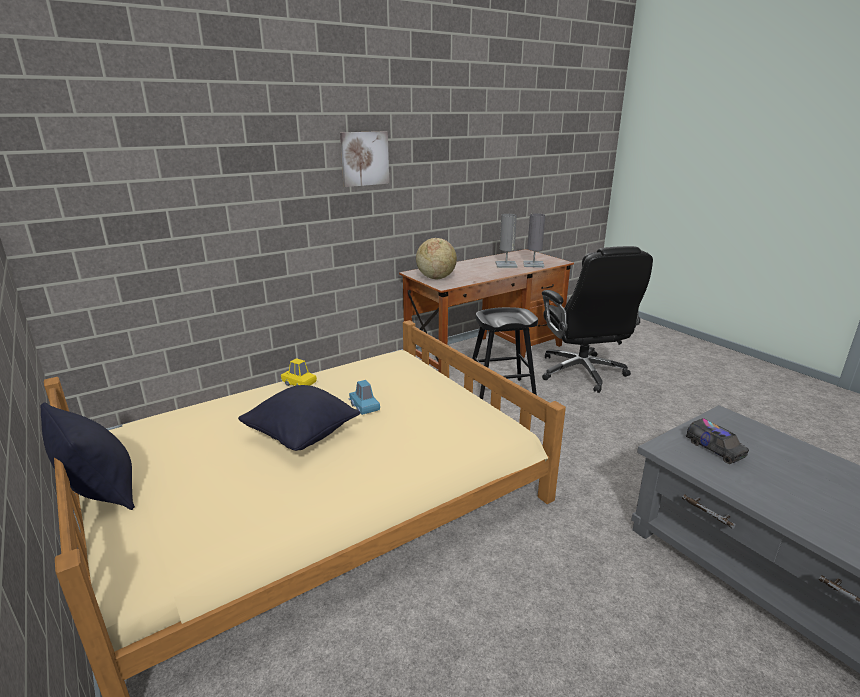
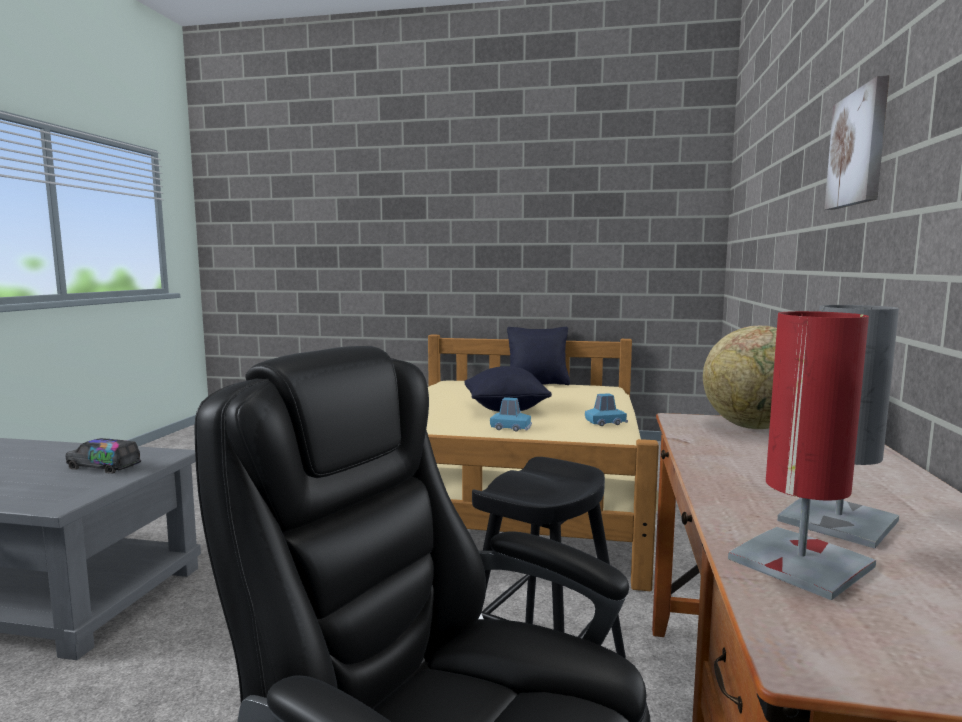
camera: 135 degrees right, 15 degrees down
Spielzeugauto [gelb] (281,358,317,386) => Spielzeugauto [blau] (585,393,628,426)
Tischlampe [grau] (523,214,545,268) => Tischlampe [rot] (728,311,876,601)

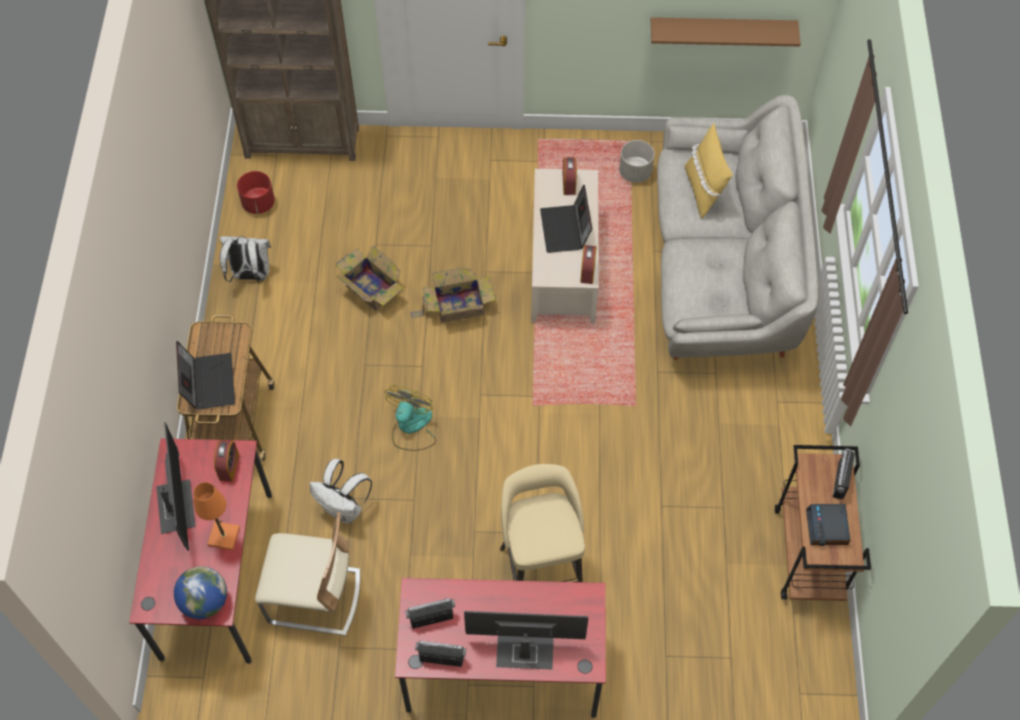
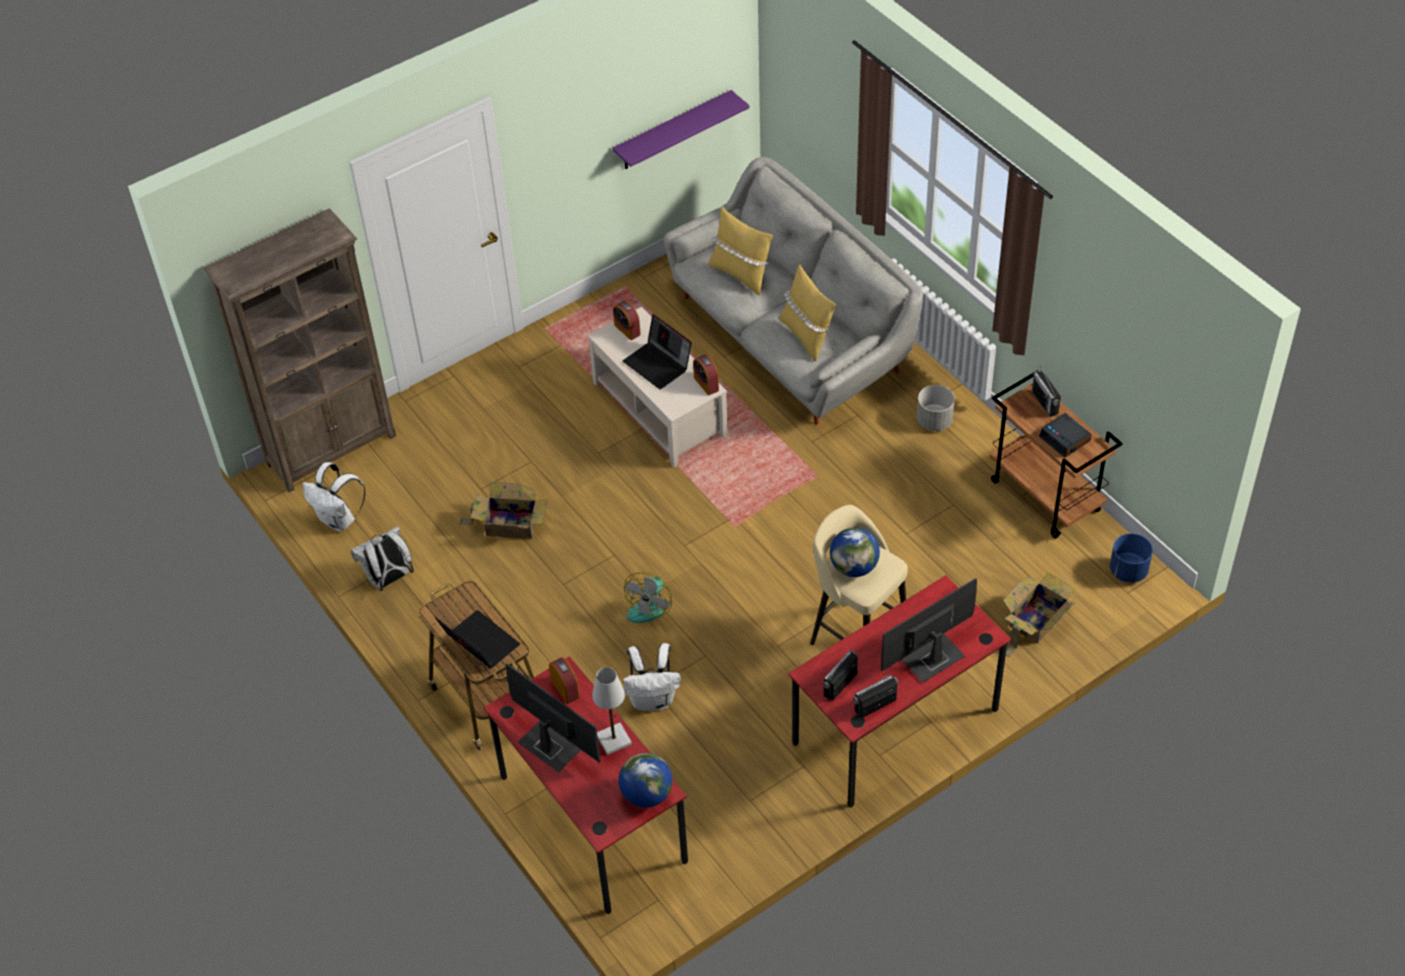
camera: 35 degrees left, 10 degrees down
Stuhl [beige] (255,512,360,636) => nothing
nothing => Kissen [gelb] (779,264,836,361)
nothing => Globus (830,527,880,577)
nothing => Pflanzkübel [blau] (1110,533,1153,583)
Karton (410,268,495,323) => Karton (1003,573,1075,657), move
Pflanzkübel [grau] (619,140,654,183) => Pflanzkübel [grau] (917,385,955,431), move
Pflanzkübel [rot] (237,171,275,214) => Rucksack [weiß] (303,462,365,532)
Tischlampe [orange] (194,482,240,550) => Tischlampe [weiß] (592,667,632,755)
Wandregal [braun] (651,17,801,46) => Wandregal [lila] (613,90,750,169)
Ventilator (385,385,436,451) => Ventilator (624,572,672,623), 135 degrees counterclockwise

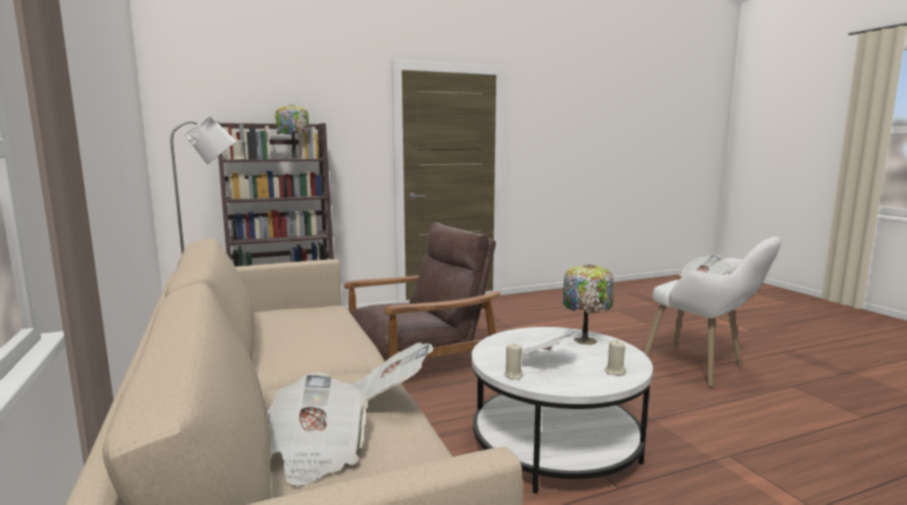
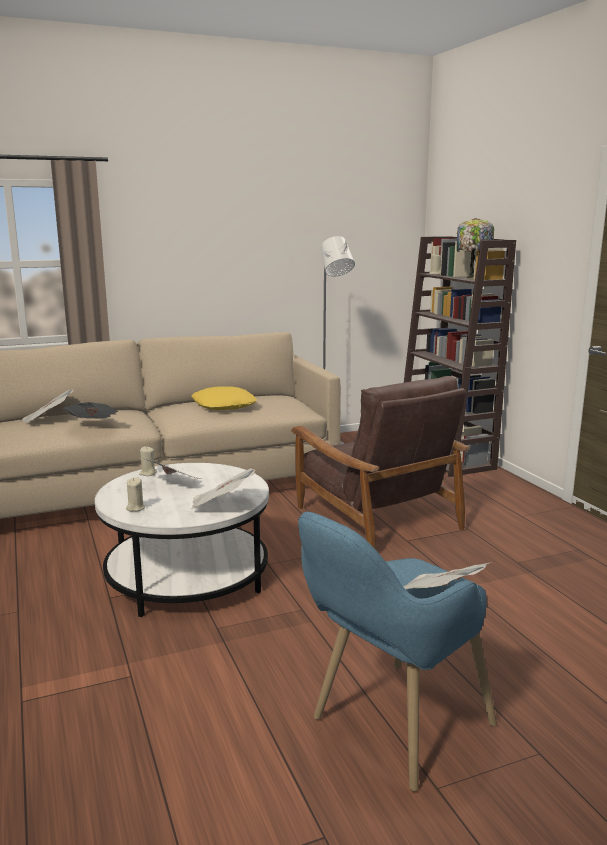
camera: 90 degrees right, 5 degrees up
nothing => Kissen [gelb] (192,386,257,410)
Tischlampe (563,264,613,345) => Zeitung (191,468,255,509)
Sessel [weiß] (644,237,781,388) => Sessel [blau] (298,512,497,792)

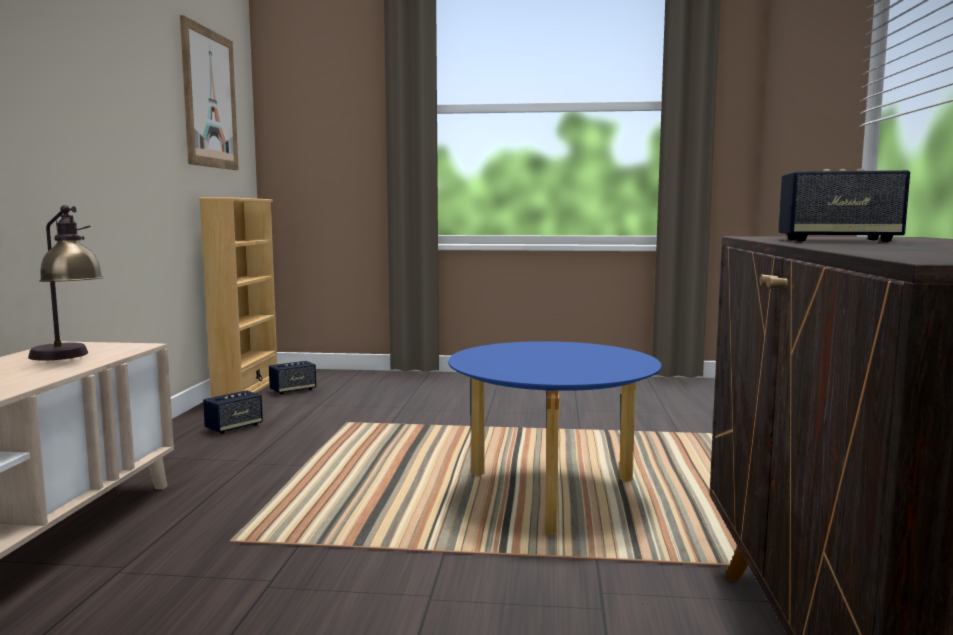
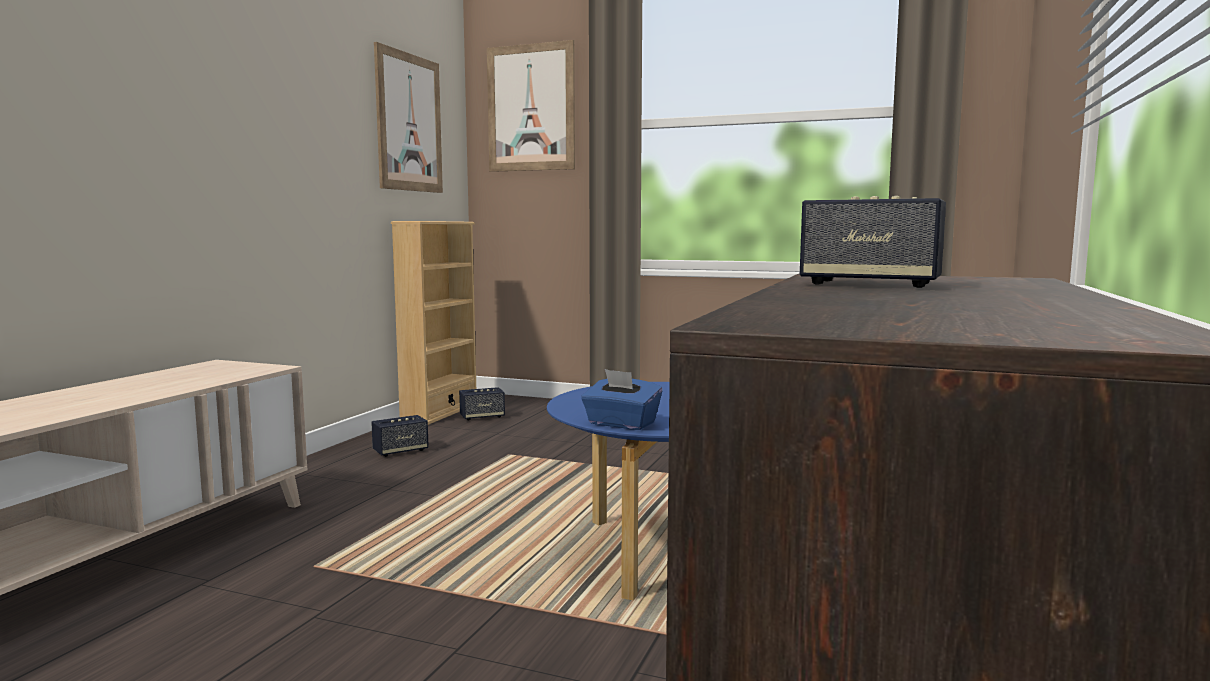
camera: 15 degrees right, 0 degrees up
Tischlampe (28,205,103,361) => nothing
nothing => Bild (487,40,575,172)
nothing => Taschentuchbox [blau] (581,369,662,430)

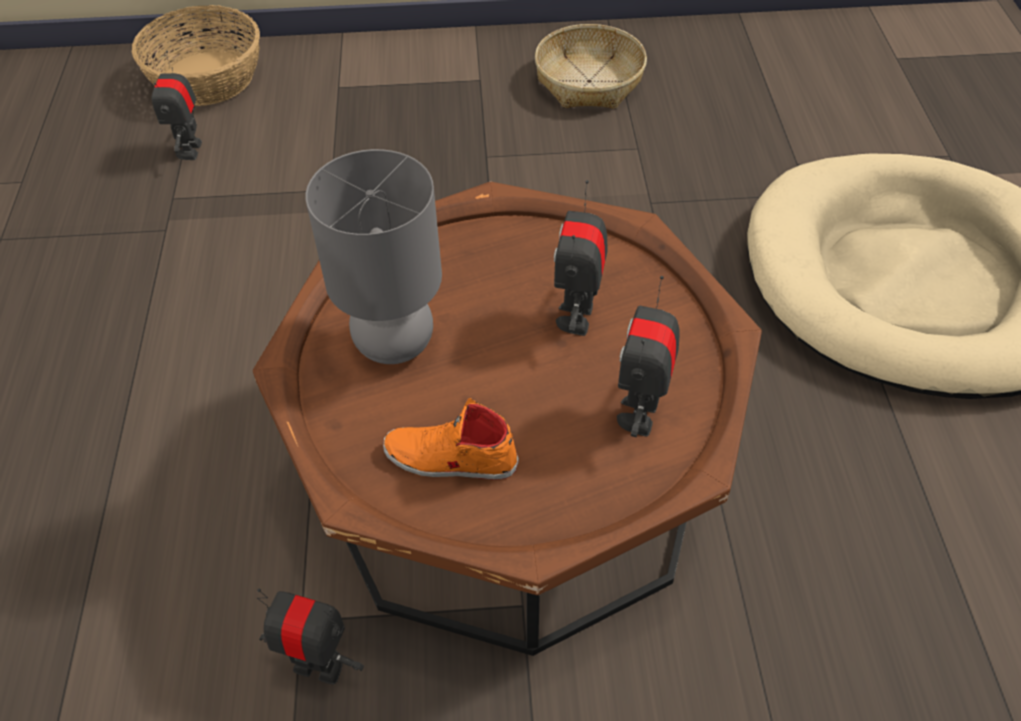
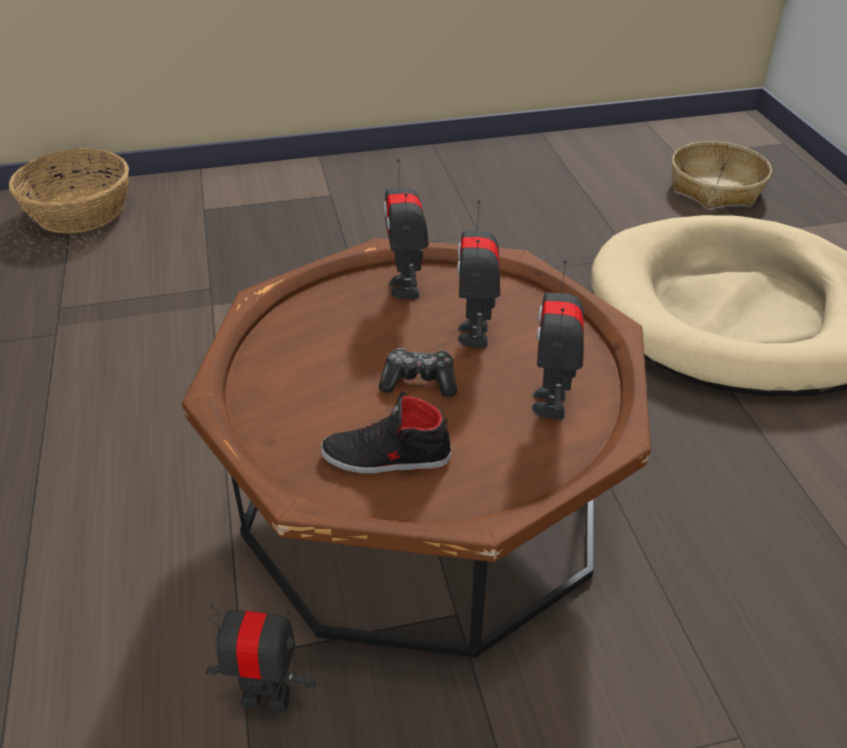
camera: 10 degrees left, 10 degrees down
Tischlampe [grau] (305,149,442,364) => nothing
nothing => Gamepad (379,348,457,397)
Spielzeugroboter (151,51,202,160) => Spielzeugroboter (383,159,429,299), move
Korb (535,24,647,109) => Korb (672,141,772,208), move
Schuh [orange] (383,398,519,480) => Schuh [schwarz] (321,391,452,474)

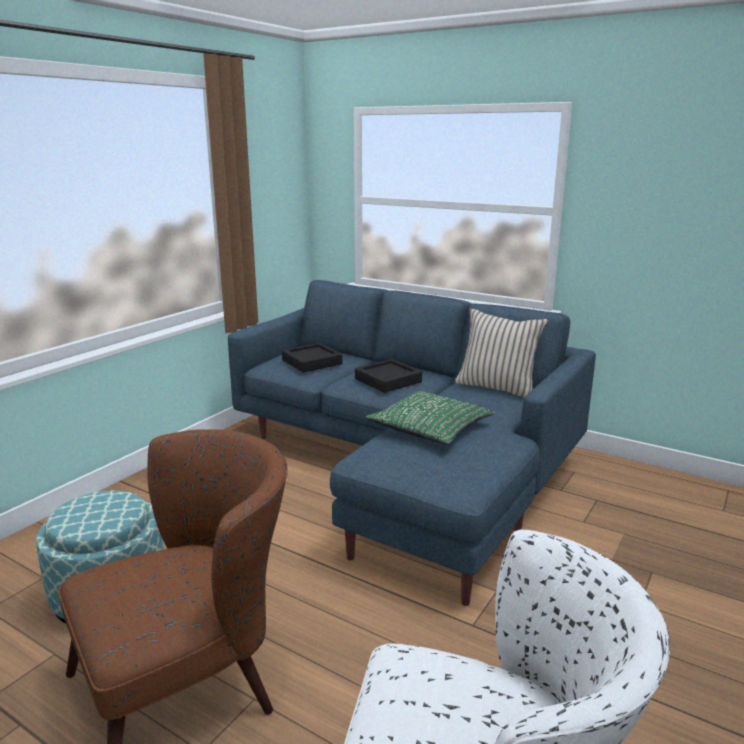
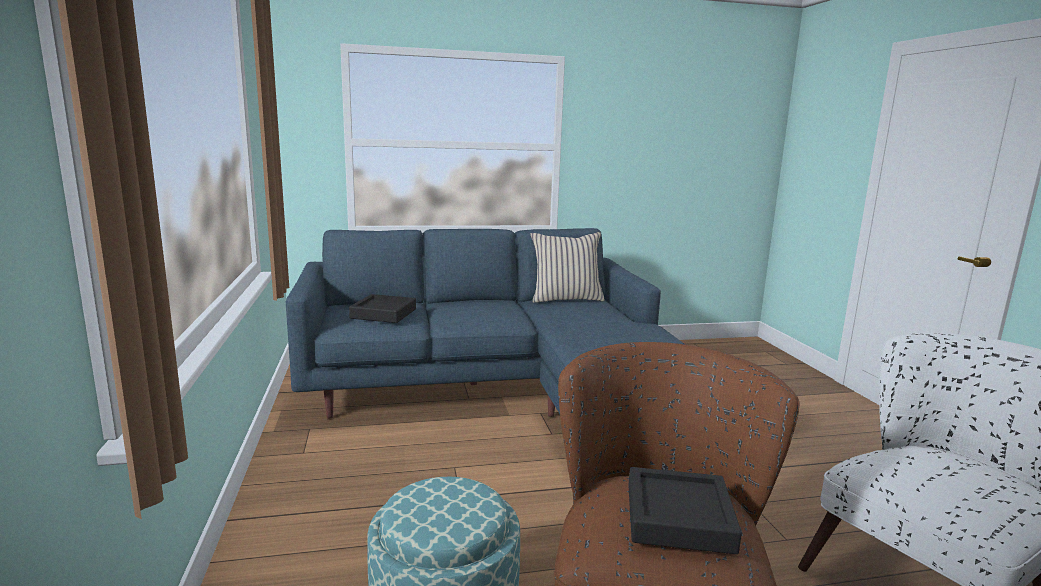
camera: 45 degrees left, 5 degrees down
Kissen [grün] (366,391,495,444) => nothing
Tablett [schwarz] (355,359,422,393) => Tablett [schwarz] (628,467,742,554), move

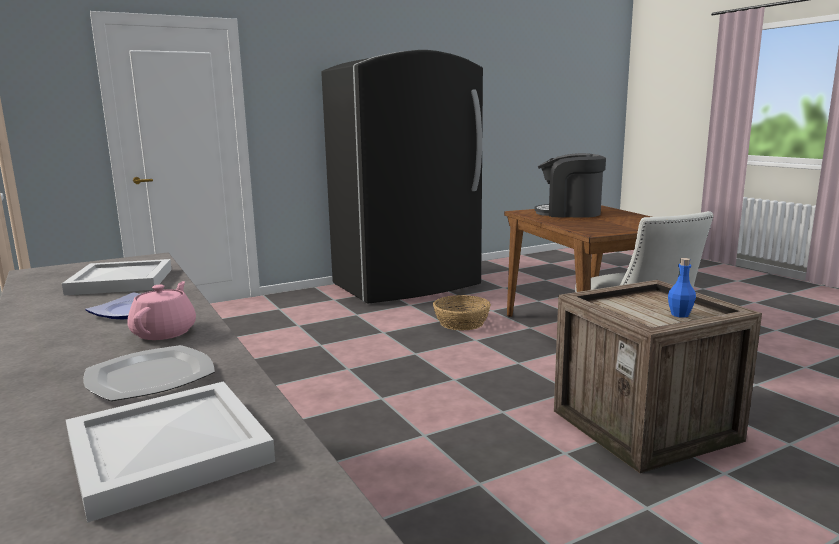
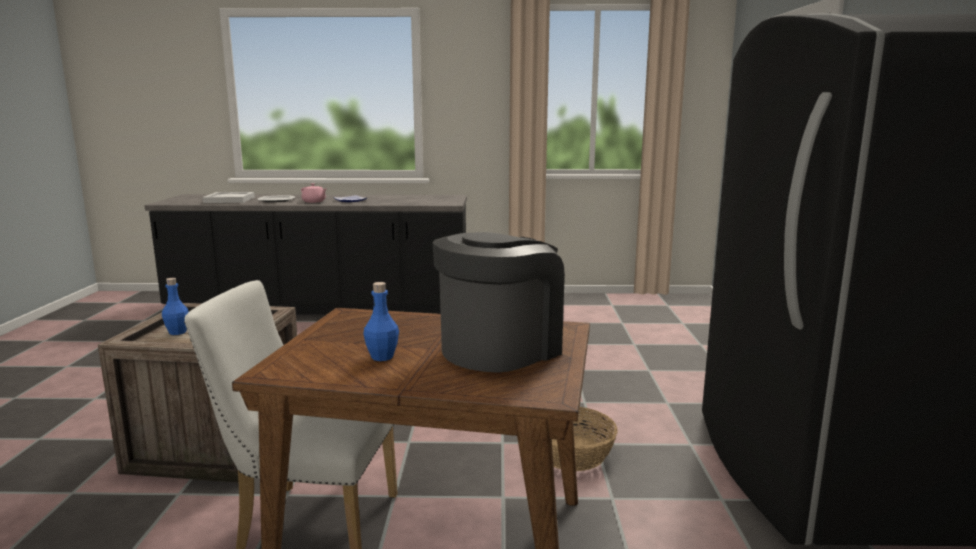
camera: 120 degrees right, 0 degrees up
Tablett [weiß] (62,259,172,295) => nothing
nothing => Flasche [blau] (363,282,399,361)

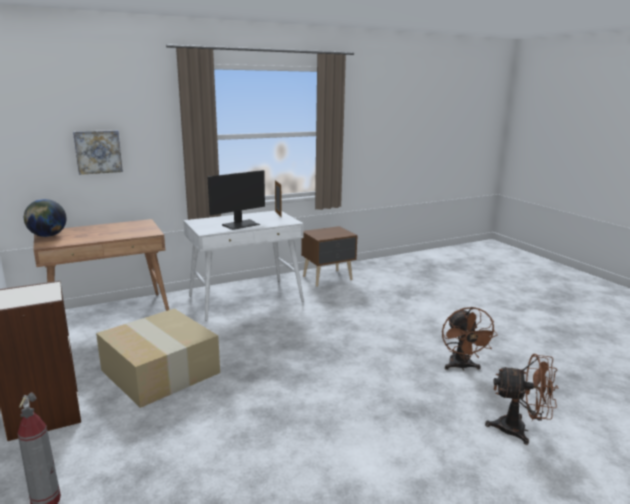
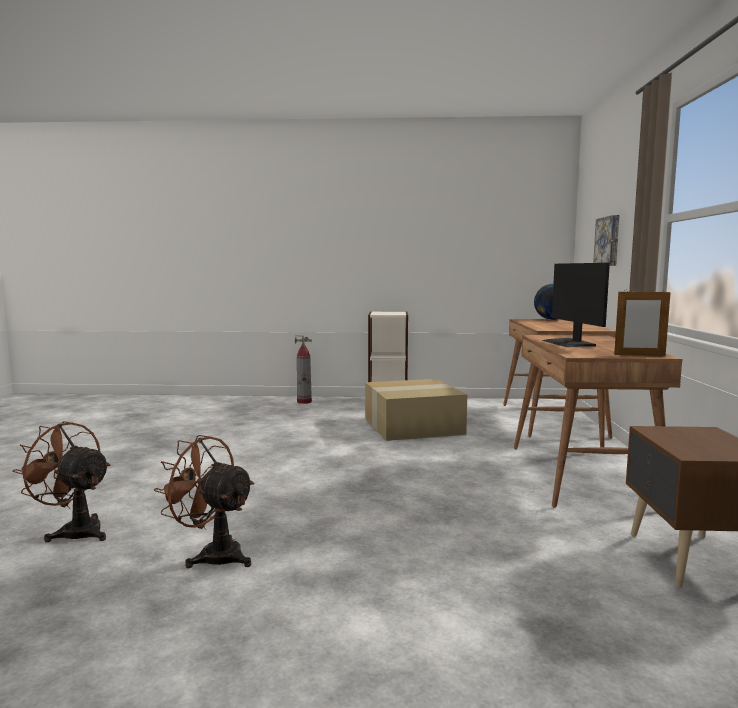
camera: 120 degrees right, 10 degrees down
Schreibtisch [weiß] (183,211,304,321) => Schreibtisch [braun] (514,335,682,508)
Ventilator [braun] (485,354,559,445) => Ventilator [braun] (12,421,110,542), 75 degrees clockwise

